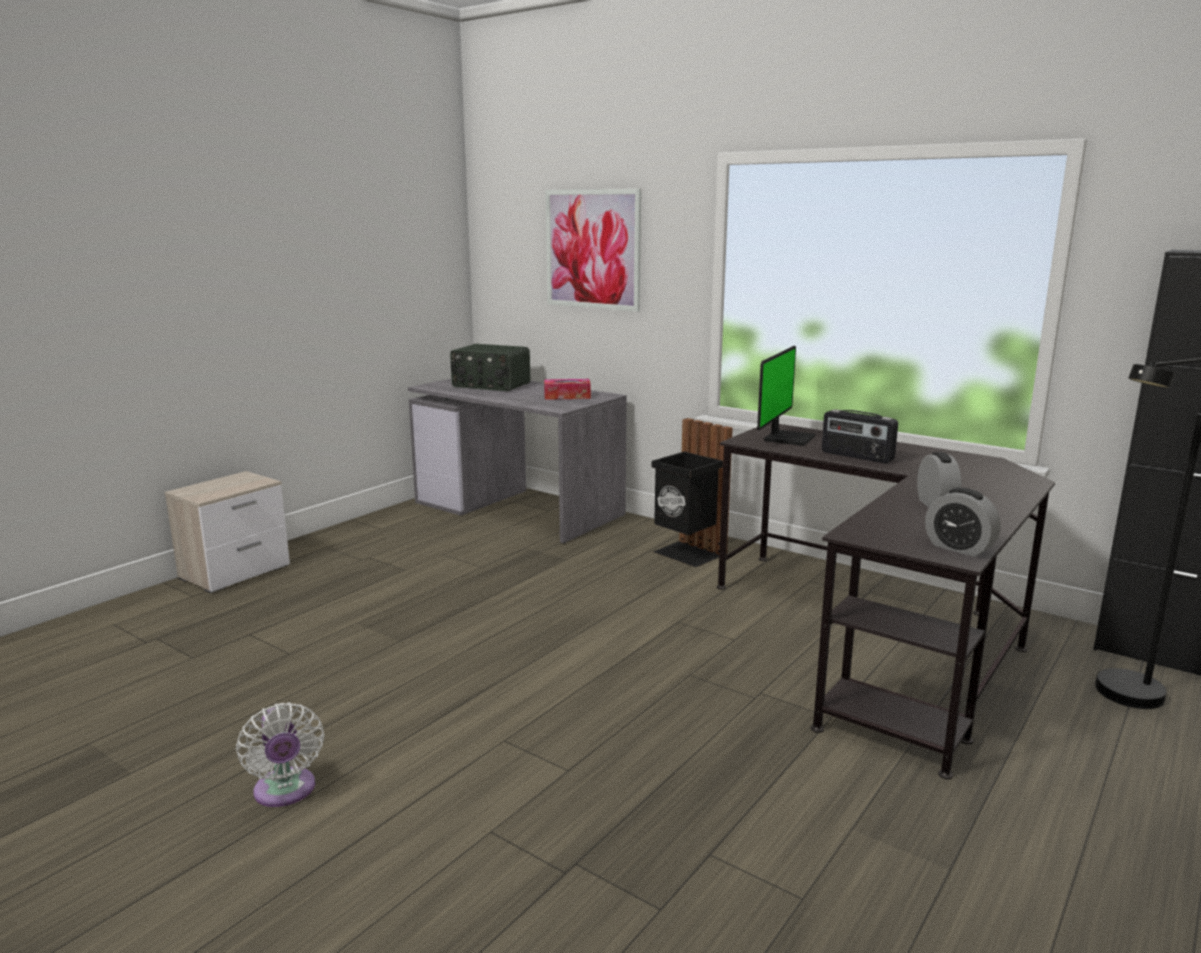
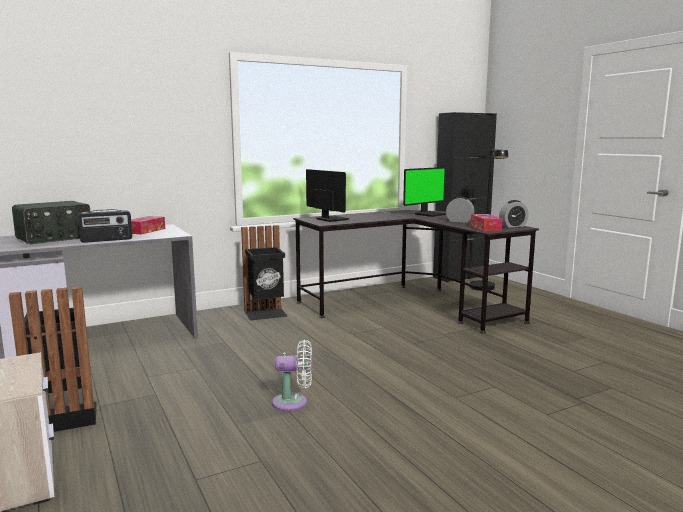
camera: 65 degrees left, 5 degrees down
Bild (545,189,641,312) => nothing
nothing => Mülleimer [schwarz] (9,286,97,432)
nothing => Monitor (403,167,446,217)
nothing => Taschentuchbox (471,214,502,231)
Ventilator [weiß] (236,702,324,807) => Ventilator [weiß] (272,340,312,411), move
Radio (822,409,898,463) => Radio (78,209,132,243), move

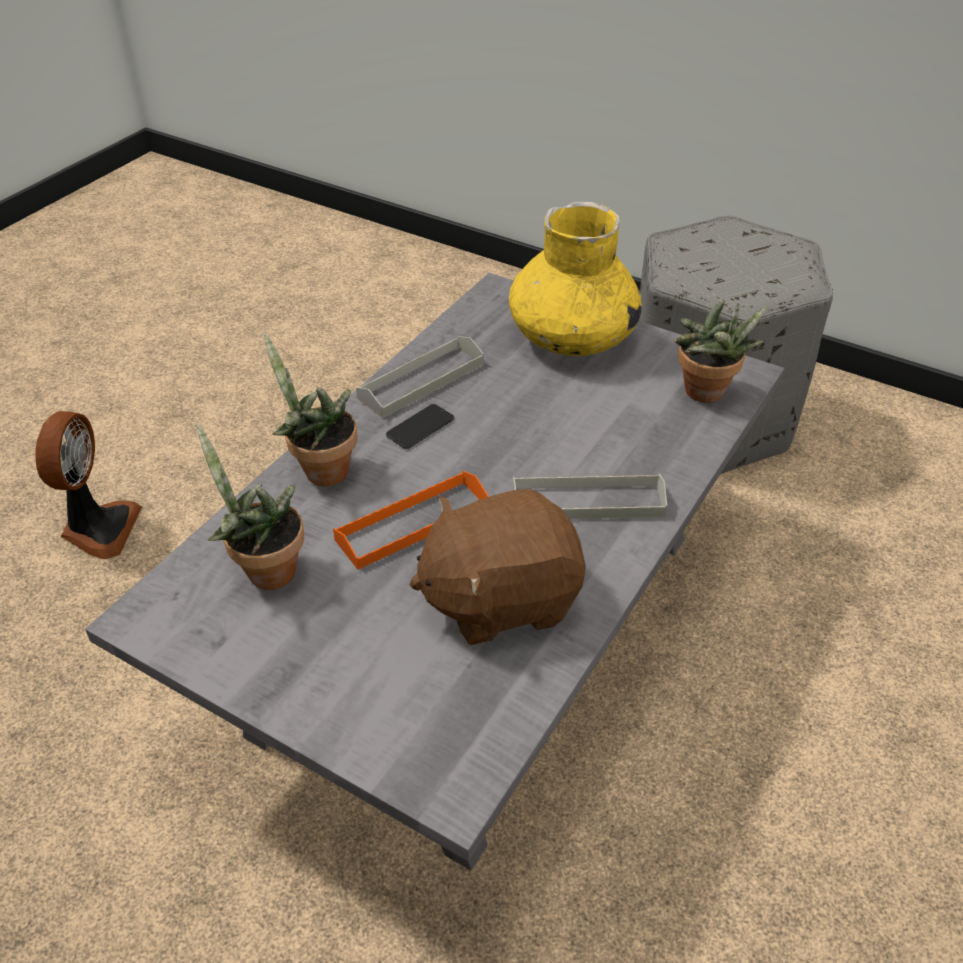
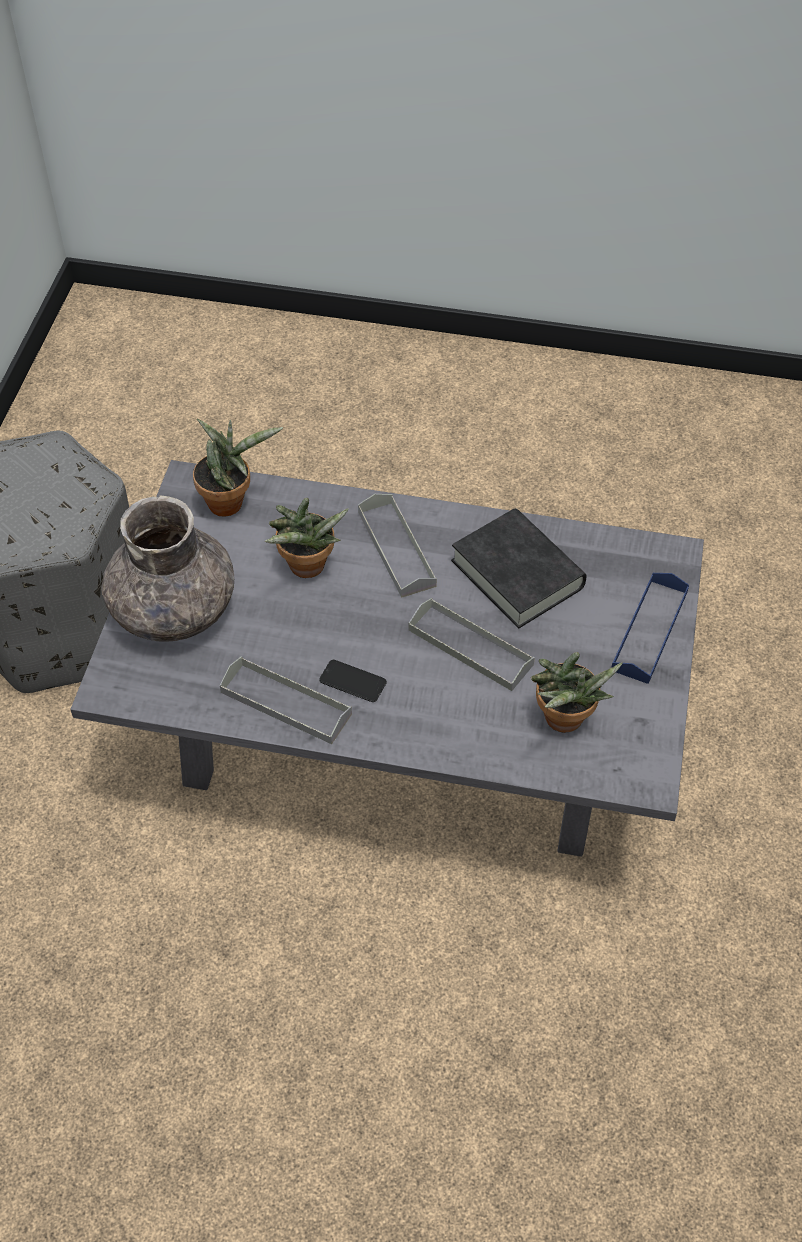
camera: 110 degrees left, 10 degrees up
Ventilator (35,411,142,559) => nothing
nothing => Tablett [blau] (611,573,689,684)
Topfpflanze (264,333,357,486) => Topfpflanze (264,498,349,578), move
Plüschtier [braun] (409,489,586,645) => Buch [schwarz] (451,508,587,629)
Tablett [orange] (333,471,489,570) => Tablett [grau] (409,598,535,691)
Vase [gelb] (509,202,642,356) => Vase [grau] (101,495,234,641)

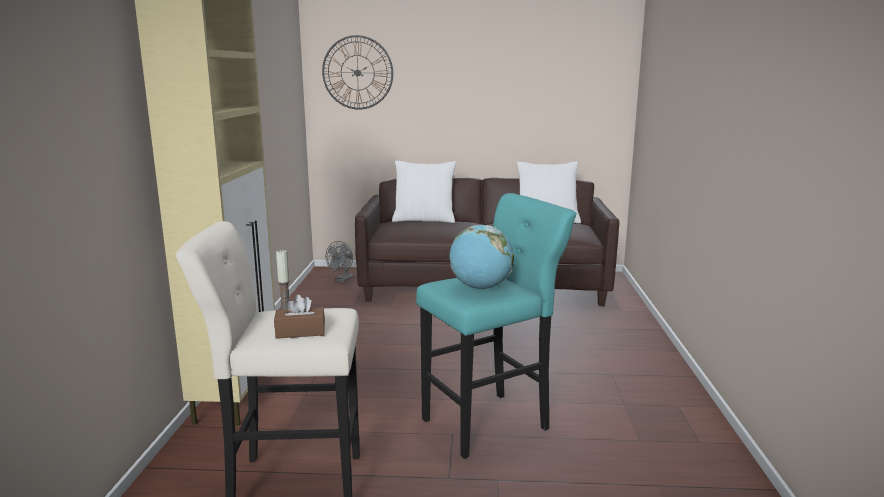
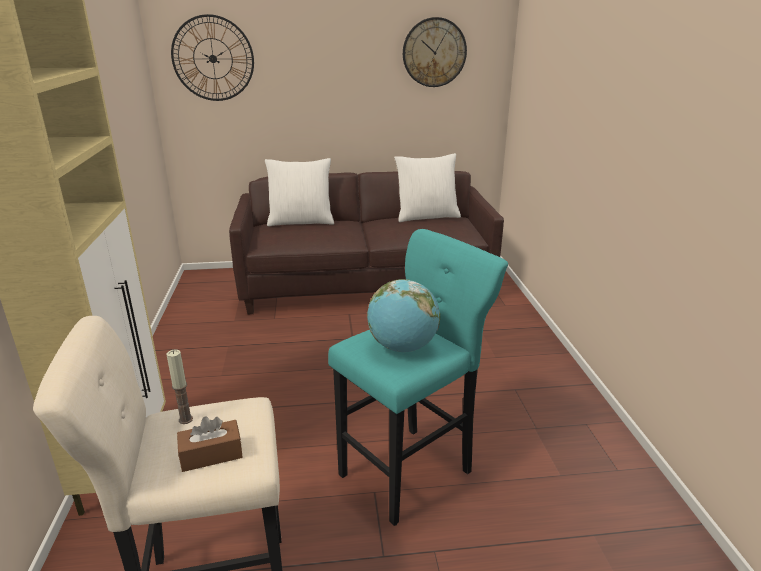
camera: 10 degrees left, 10 degrees up
Ventilator [grau] (326,241,354,282) => nothing
nothing => Wanduhr (403,17,467,87)

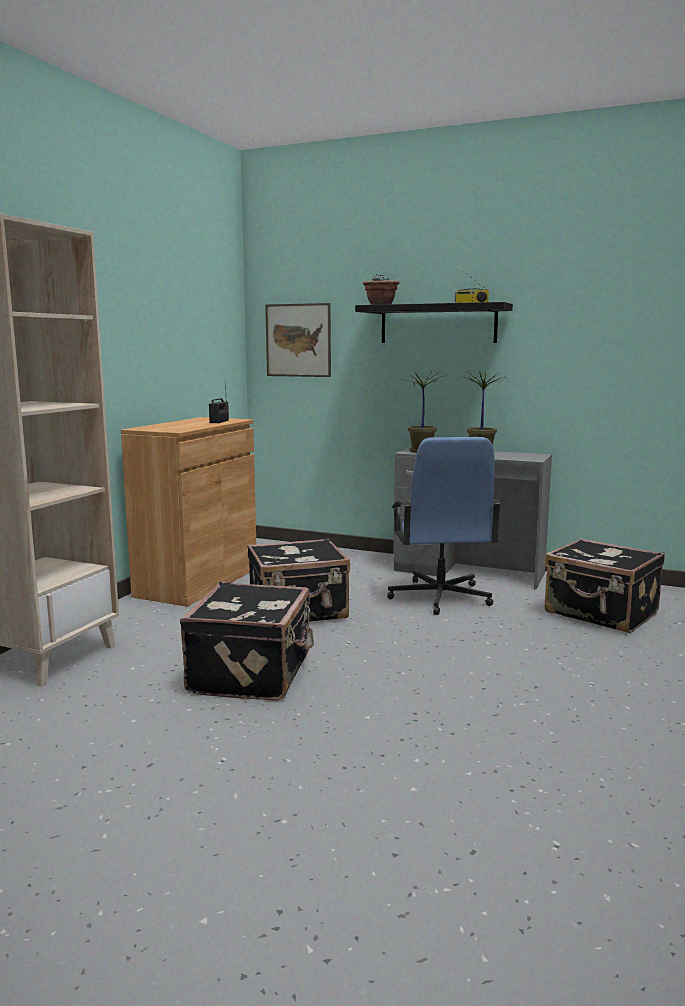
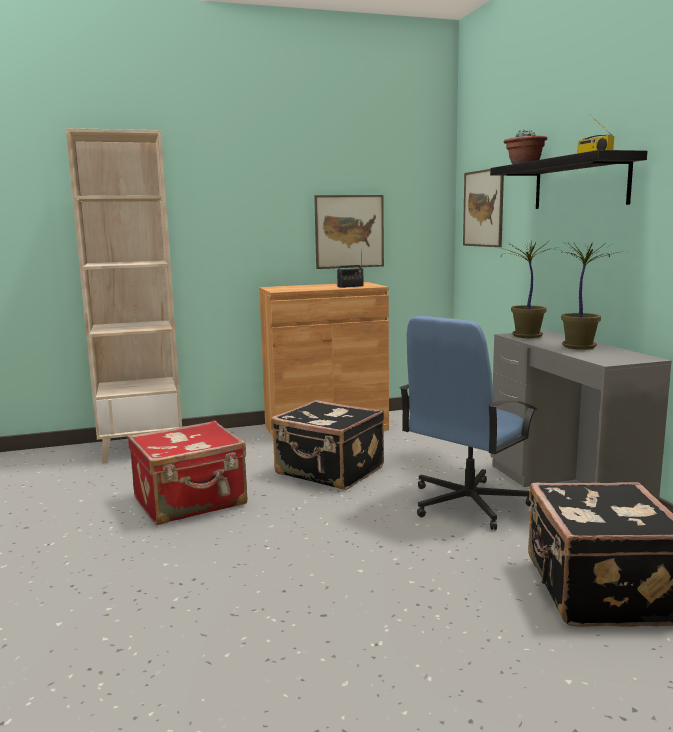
camera: 50 degrees right, 0 degrees up
nothing => Bild (314,195,384,269)
Koffer [schwarz] (180,582,314,701) => Koffer [rot] (128,420,247,525)

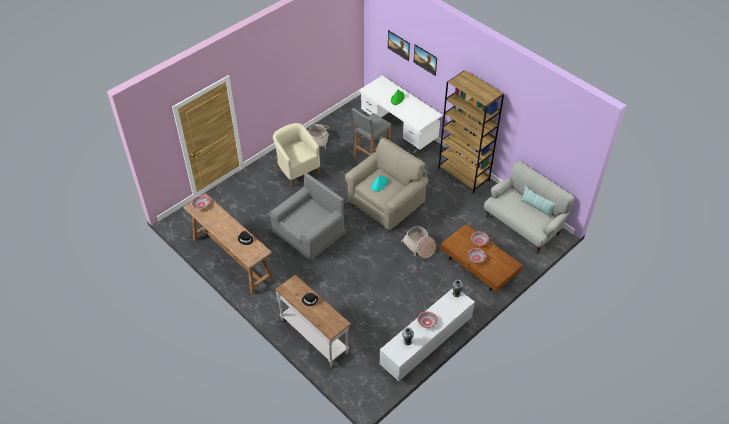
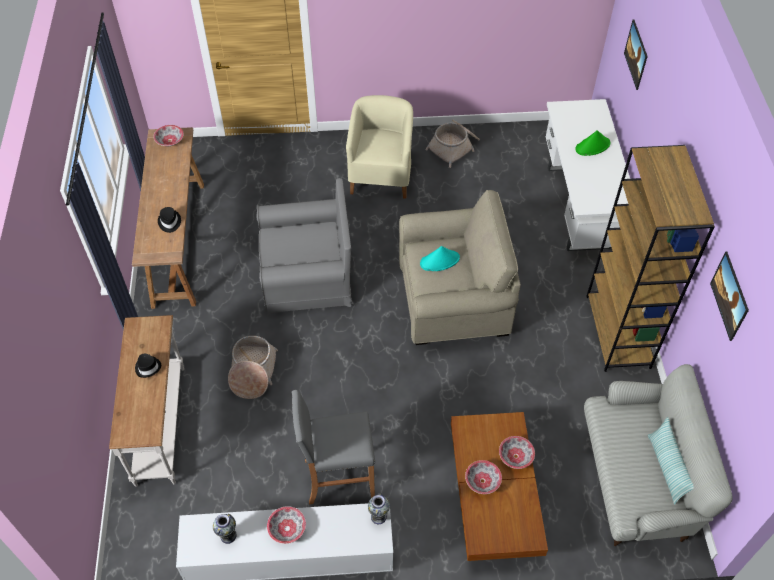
camera: 40 degrees right, 5 degrees up
Hocker [grau] (352,108,391,157) => Hocker [grau] (292,390,375,504), move
Korb (401,226,436,258) => Korb (228,336,278,399), move
Bild (414,44,437,76) => Bild (710,252,749,341), move

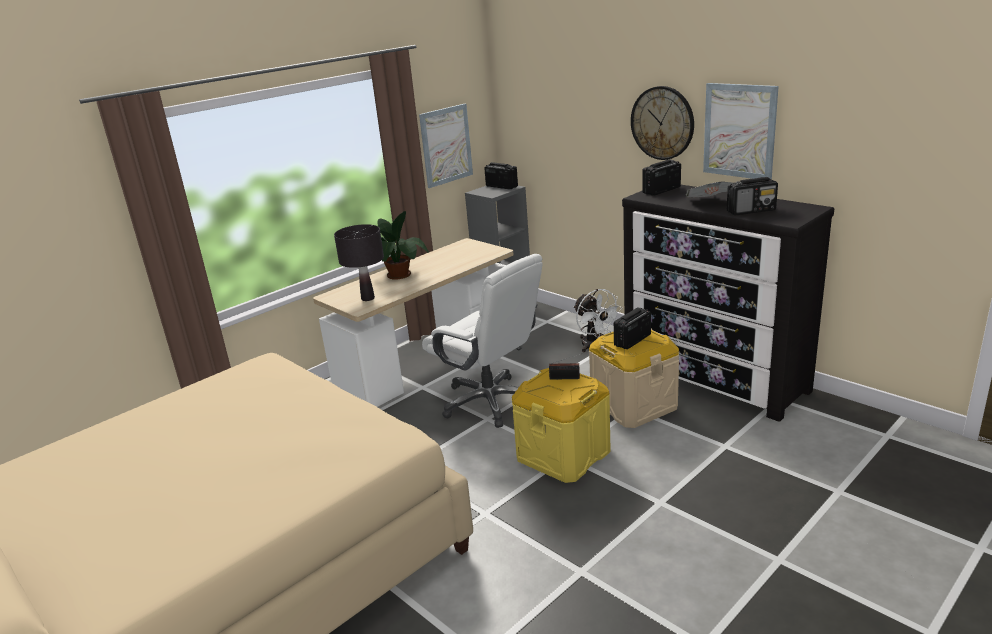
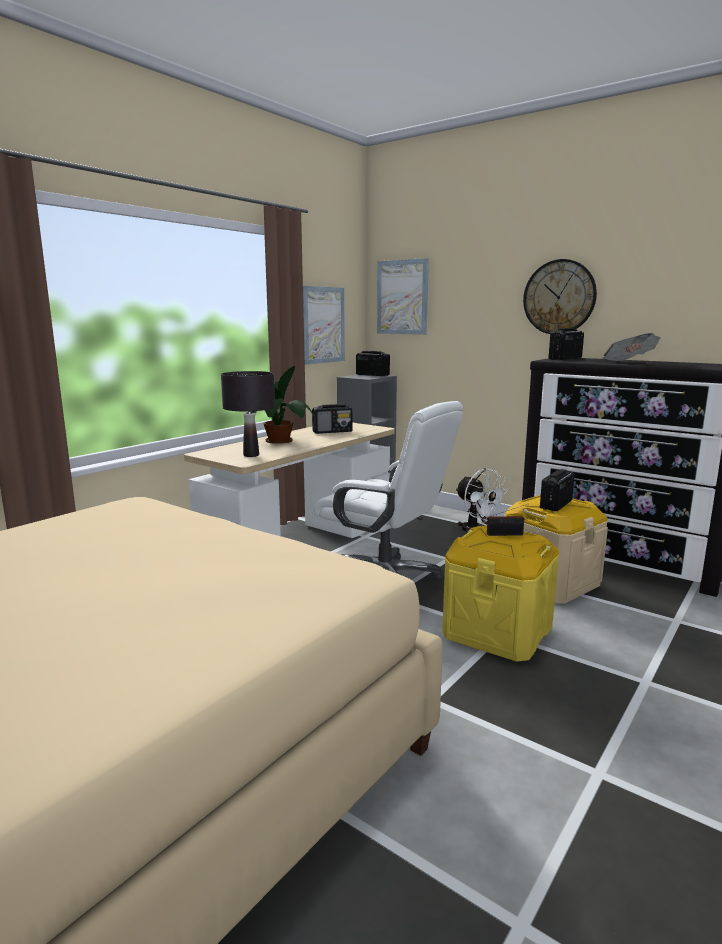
camera: 10 degrees left, 10 degrees down
Bild (703,83,779,179) => Bild (377,258,429,335), move
Radio (727,177,778,216) => Radio (312,404,352,434), move

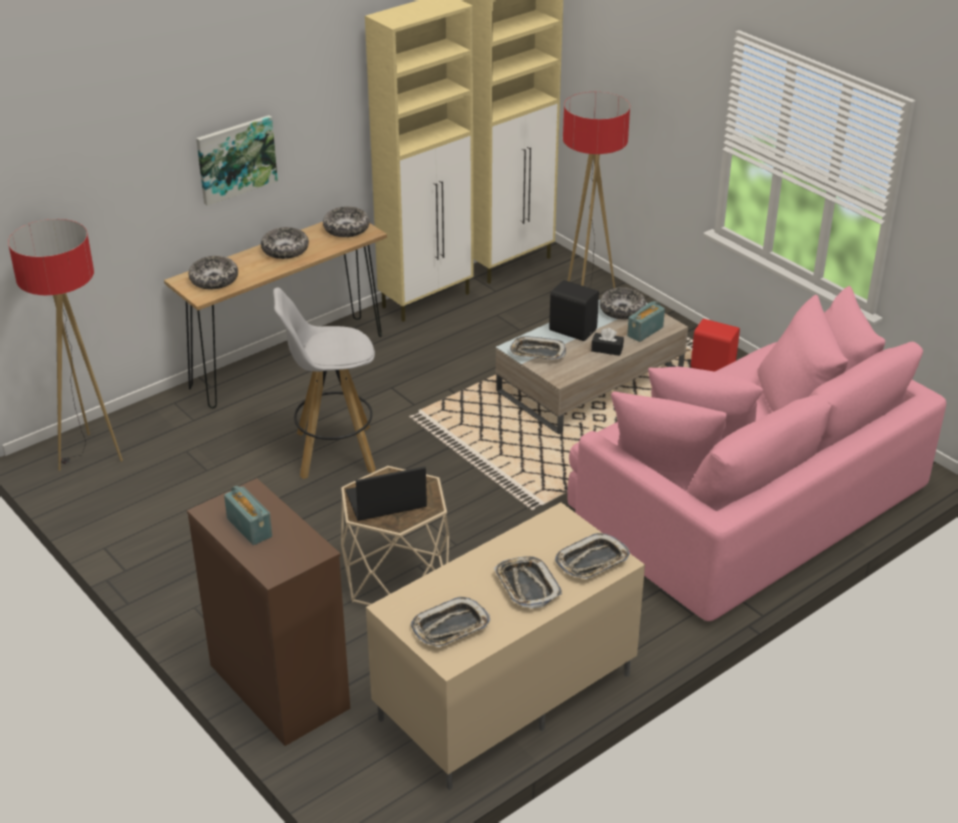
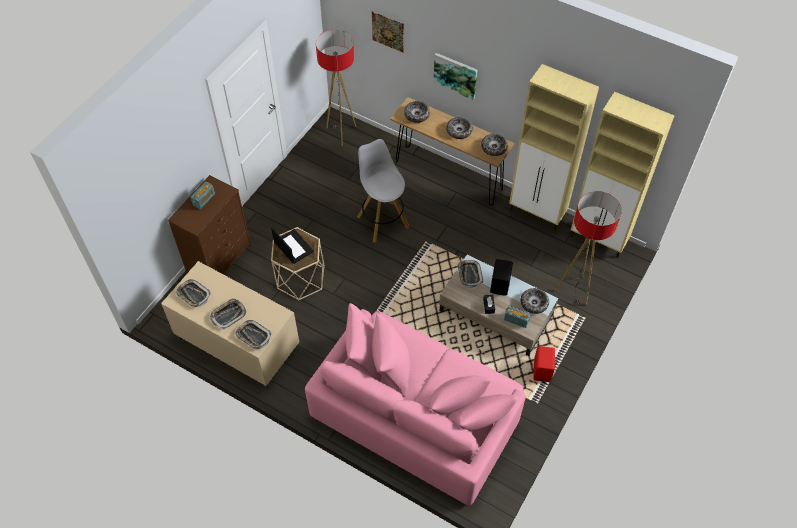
camera: 70 degrees right, 20 degrees up
nothing => Bild (372,11,404,53)

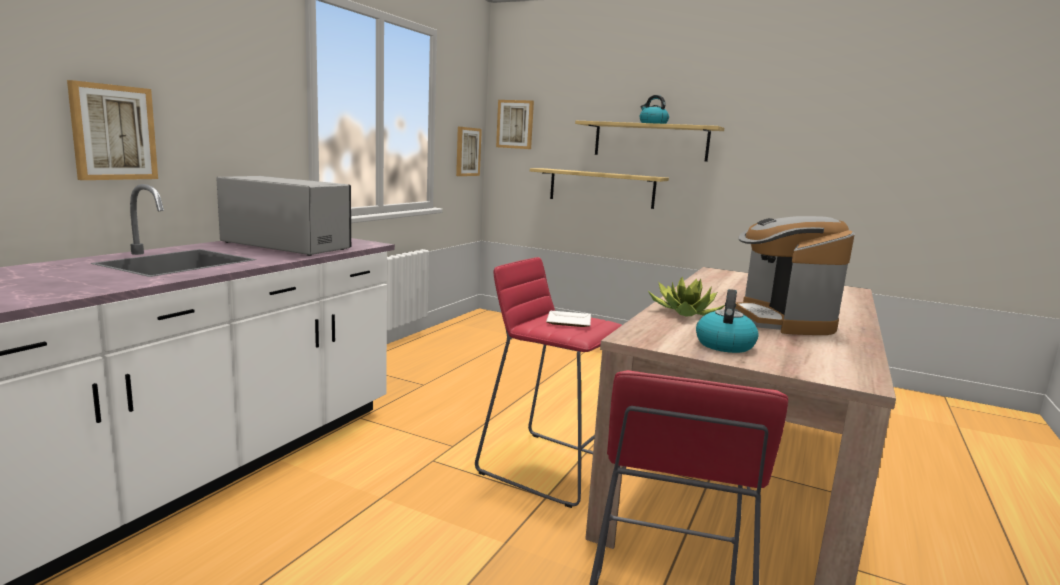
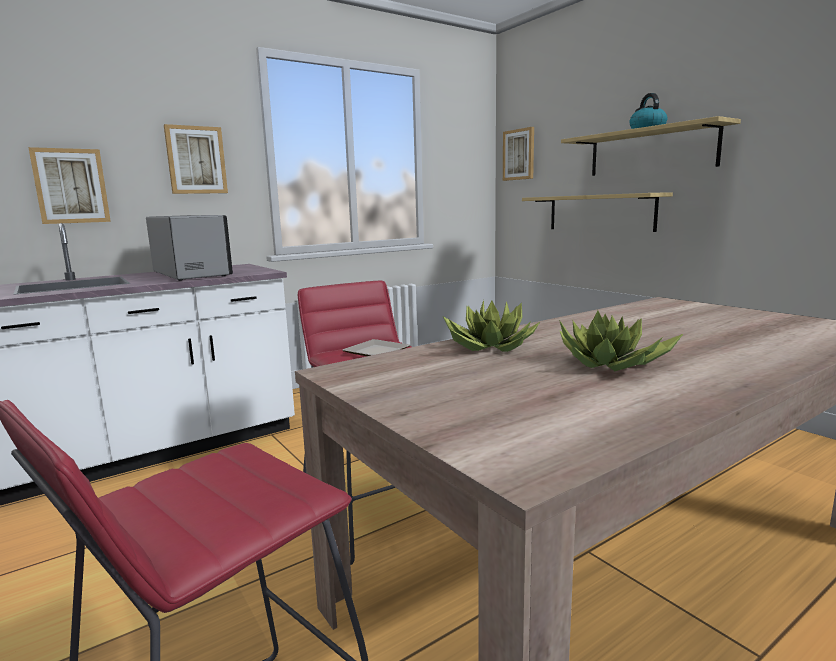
camera: 30 degrees right, 0 degrees up
Wasserkessel (696,289,759,353) => nothing
Bild (456,127,482,176) => Bild (164,124,228,194), move
Kaffeemaschine (735,216,855,335) => Topfpflanze (559,310,683,371)

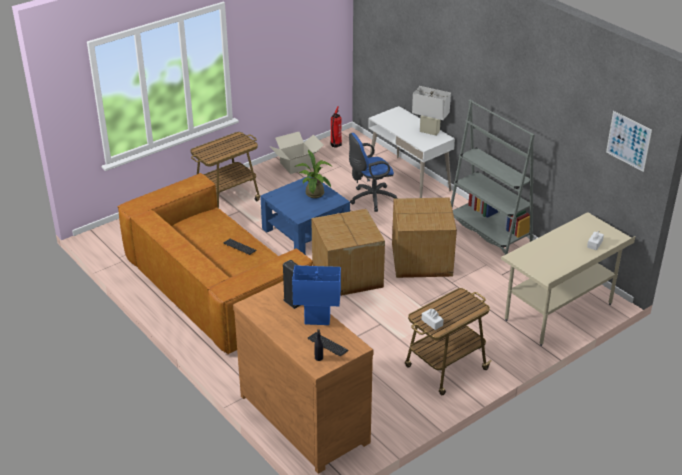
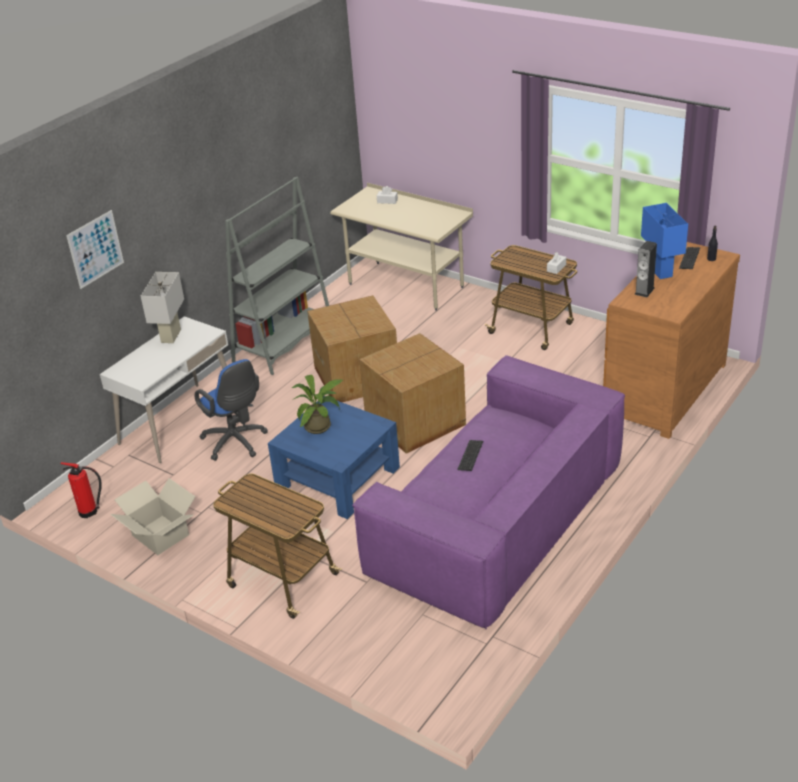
camera: 105 degrees left, 0 degrees up
Bild (606,111,652,172) => Bild (66,210,124,289), move
Sofa [braun] (118,173,313,355) => Sofa [lila] (352,355,625,630)

